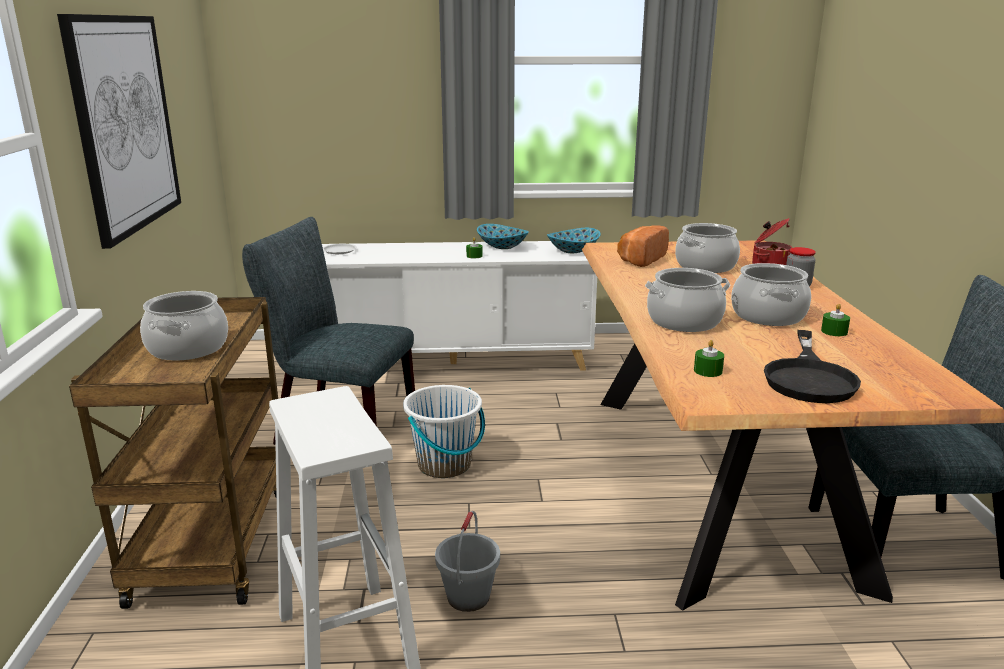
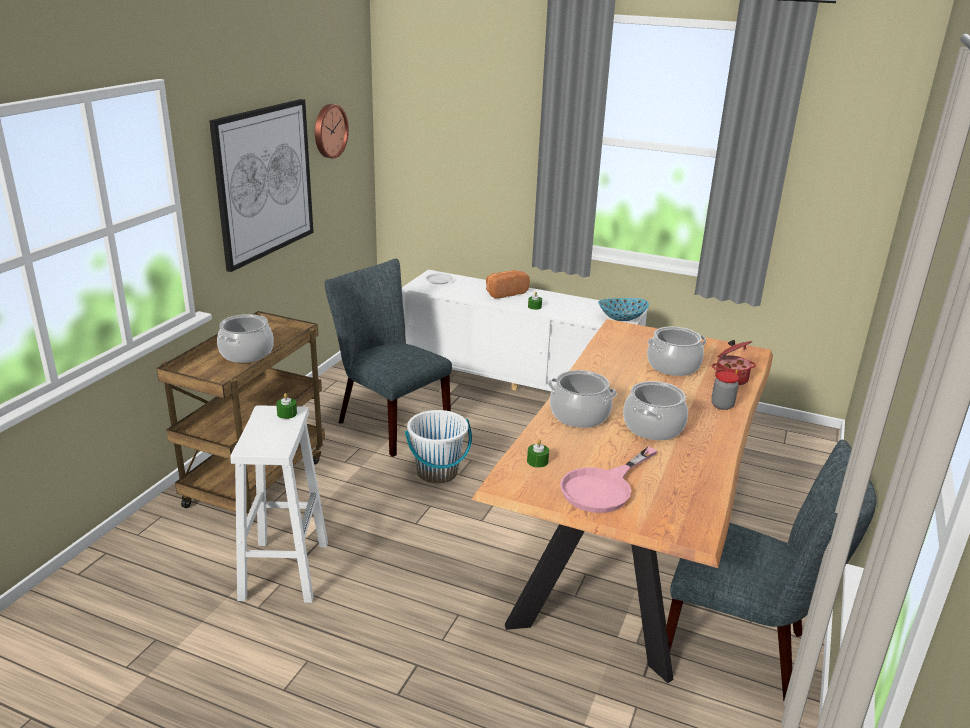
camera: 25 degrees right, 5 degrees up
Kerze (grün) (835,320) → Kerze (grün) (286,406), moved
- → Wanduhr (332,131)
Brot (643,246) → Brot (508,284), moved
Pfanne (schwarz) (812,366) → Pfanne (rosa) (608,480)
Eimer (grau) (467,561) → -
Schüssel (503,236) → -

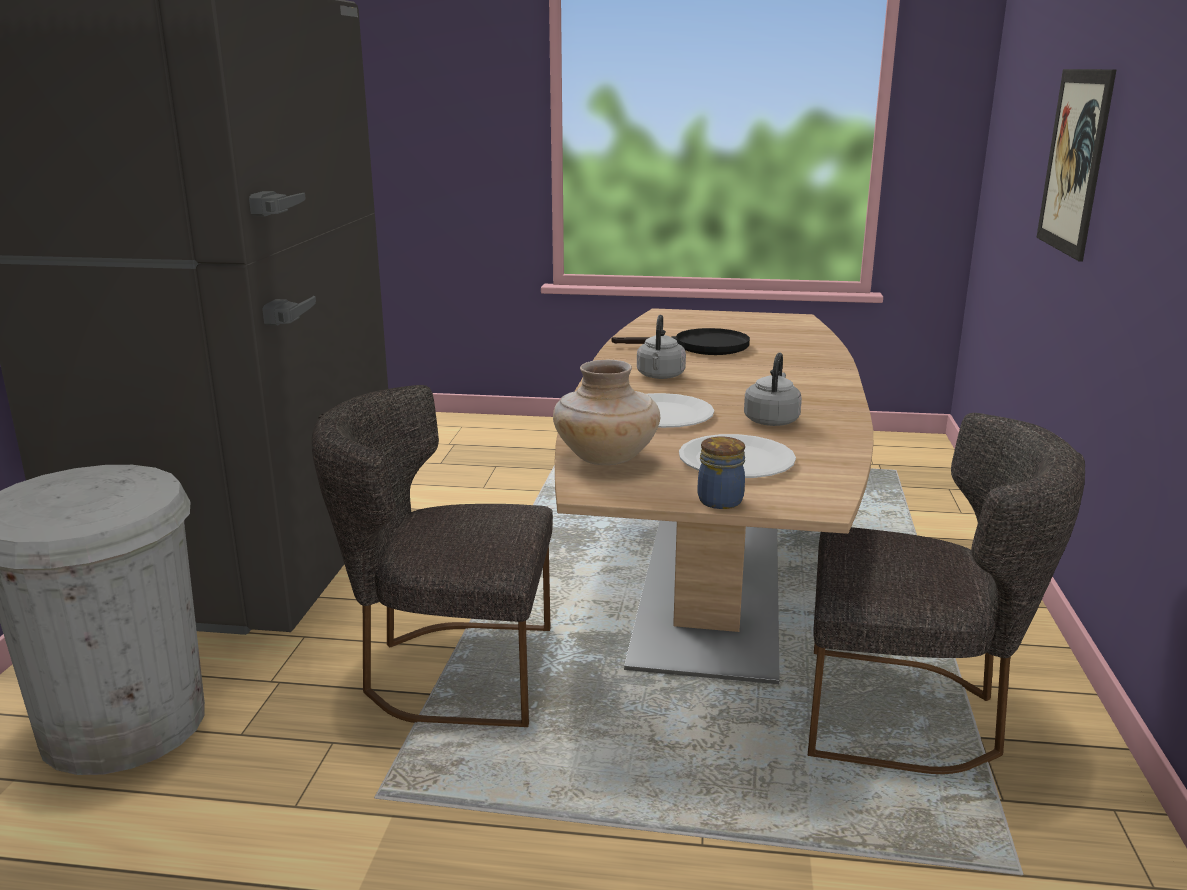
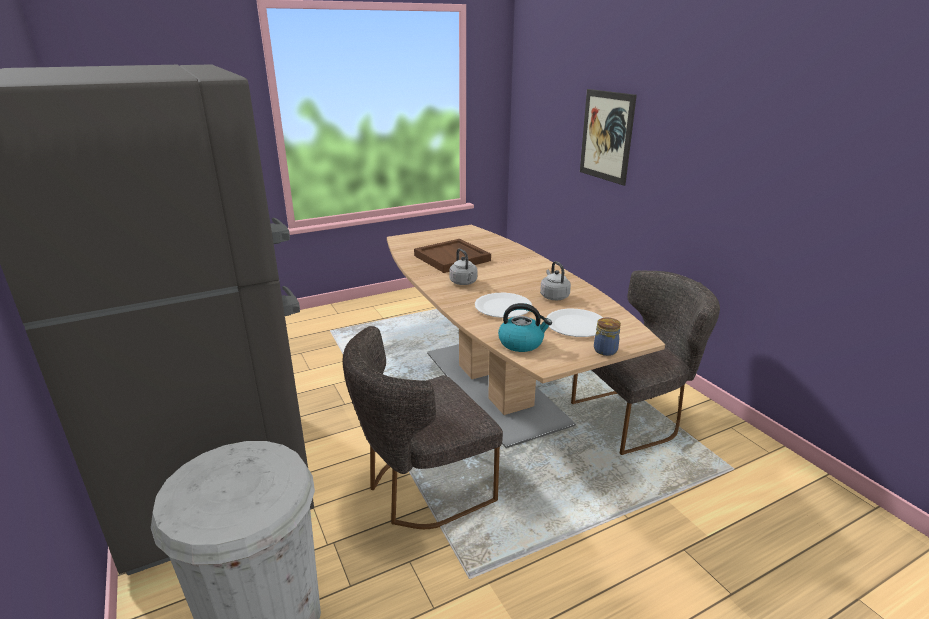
camera: 35 degrees left, 5 degrees up
Pfanne (schwarz) (681,341) → Tablett (braun) (452,256)
Vase (beige) (606,412) → Wasserkessel (525,327)

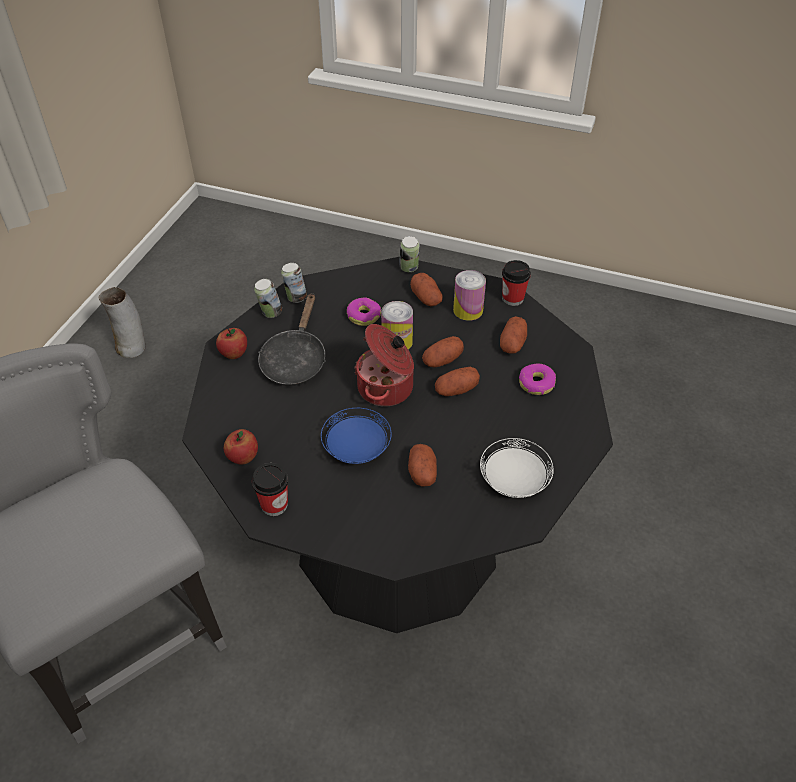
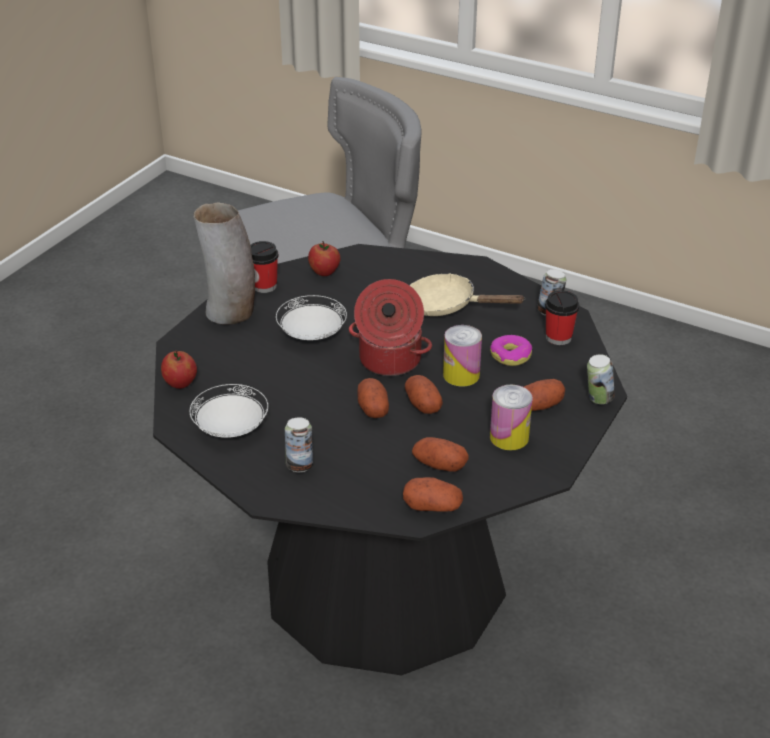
camera: 100 degrees right, 10 degrees down
Apfel (231,343) → Apfel (179,369), moved
Vase (121,322) → Vase (224,263), moved
Teller (blau) (356,436) → Teller (weiß) (311,317)
Dose (268,298) → Dose (299,445), moved
Kartoffel (422,465) → Kartoffel (433,494), moved
Pfanne (schwarz) (292,339) → Pfanne (beige) (468,294)
Tasse (516,283) → Tasse (562,317), moved
Donut (537,379) → -

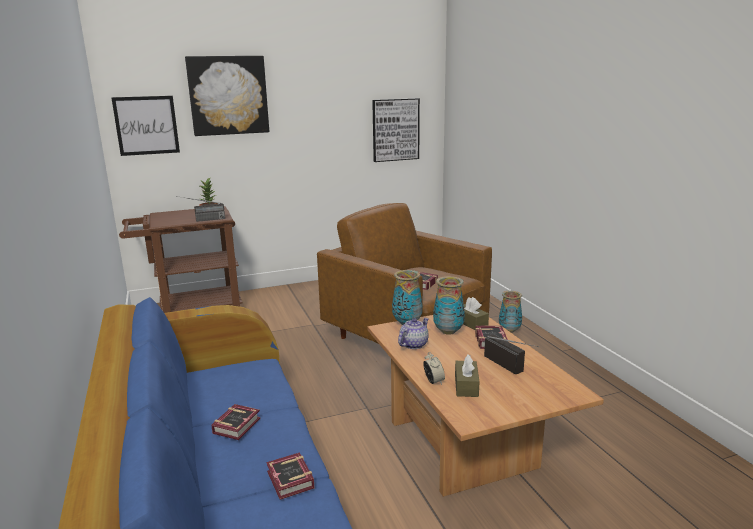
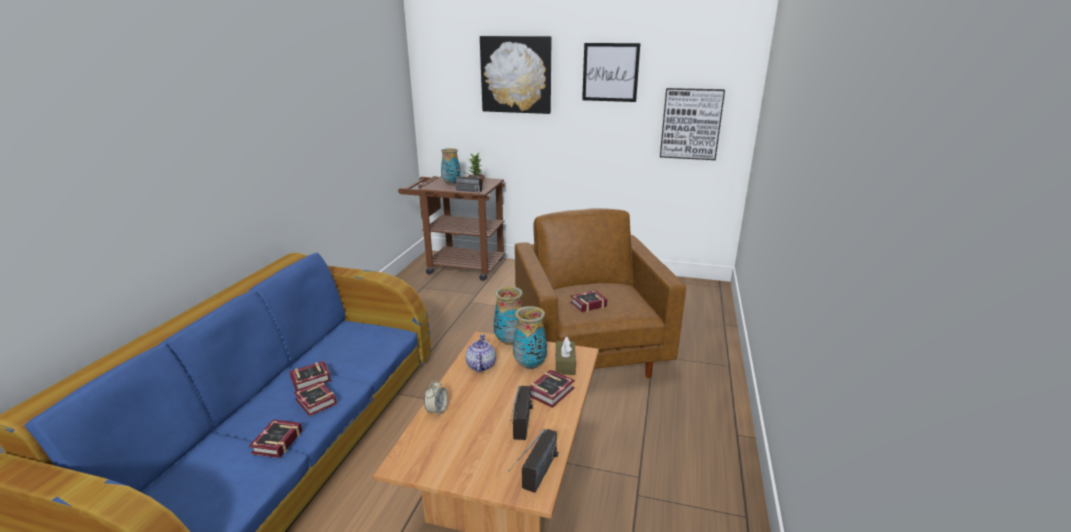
camera: 35 degrees right, 5 degrees up
- → Buch (315,399)
Vase (510,312) → Vase (451,166), moved
Teekanne (413,333) → Teekanne (480,353), 75 degrees counterclockwise
- → Radio (533,461)
Bild (145,126) → Bild (611,72), moved
Taschentuchbox (braun) (467,376) → -

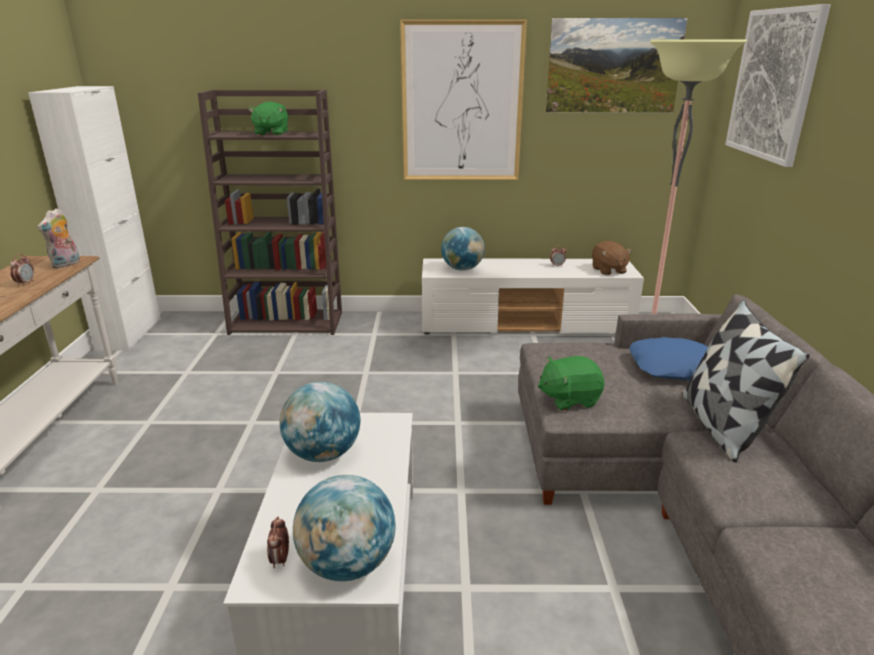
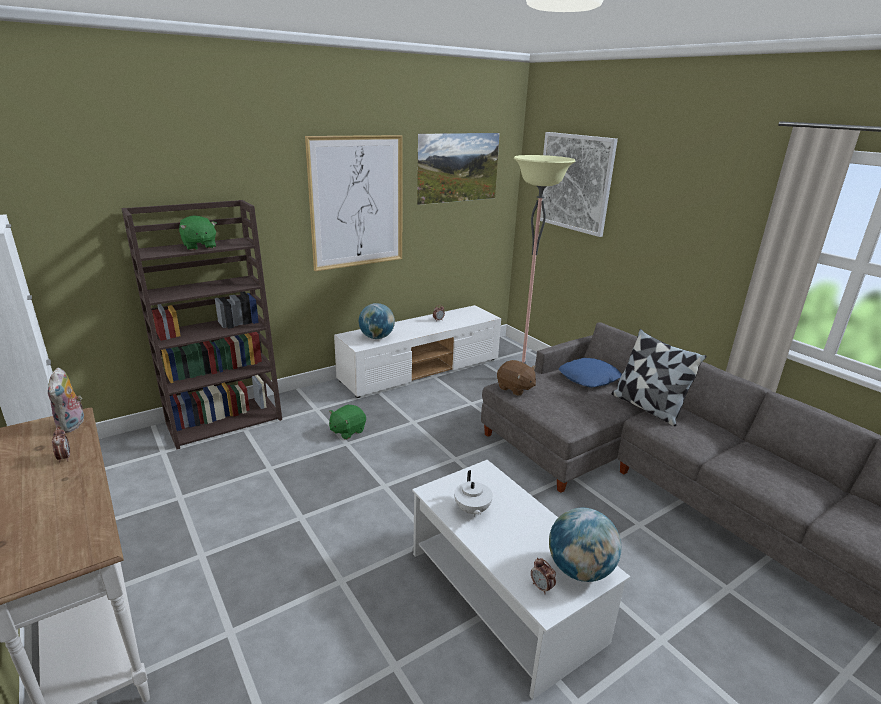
camera: 35 degrees left, 0 degrees up
Plüschtier (grün) (571,383) → Plüschtier (grün) (347,422), moved
Globus (320,422) → Teekanne (weiß) (473,493)
Plüschtier (braun) (612,258) → Plüschtier (braun) (516,378), moved

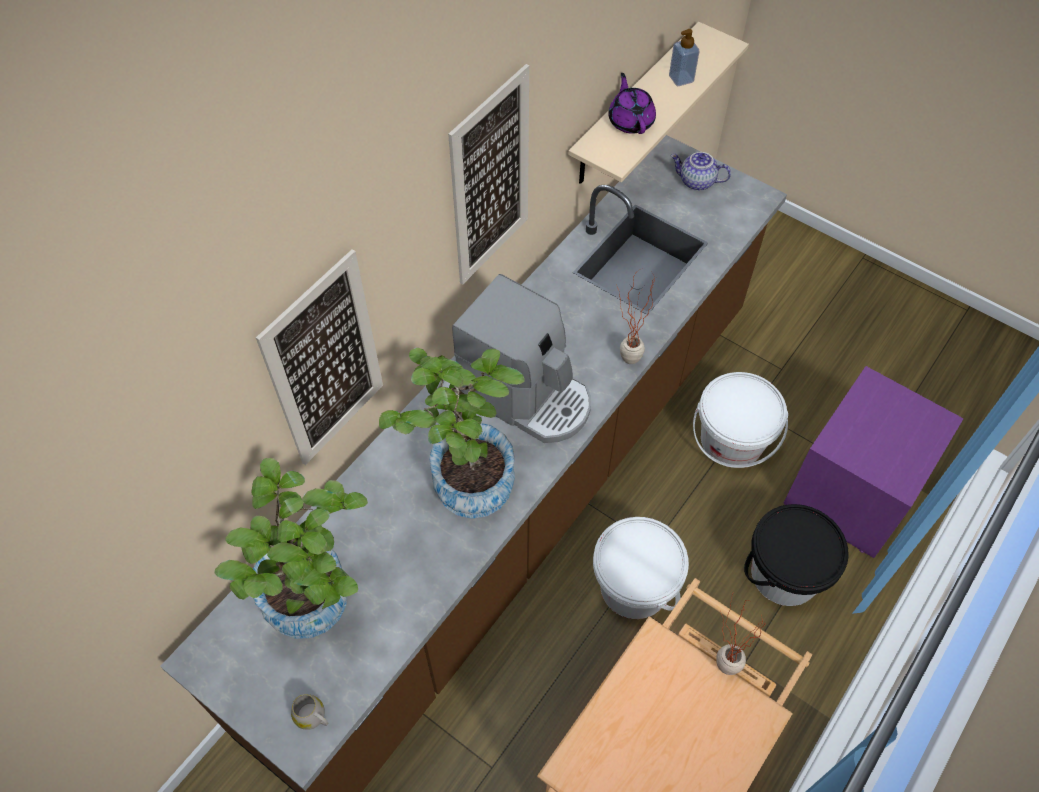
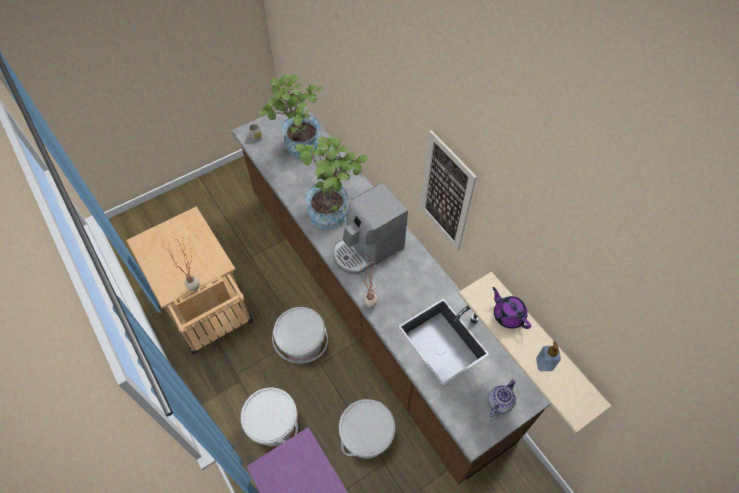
camera: 110 degrees right, 0 degrees up
Eimer (schwarz) (796,555) → Eimer (weiß) (269,417)
Teekanne (lila) (632,103) → Teekanne (lila) (511,308), 135 degrees counterclockwise
Bild (319,357) → -

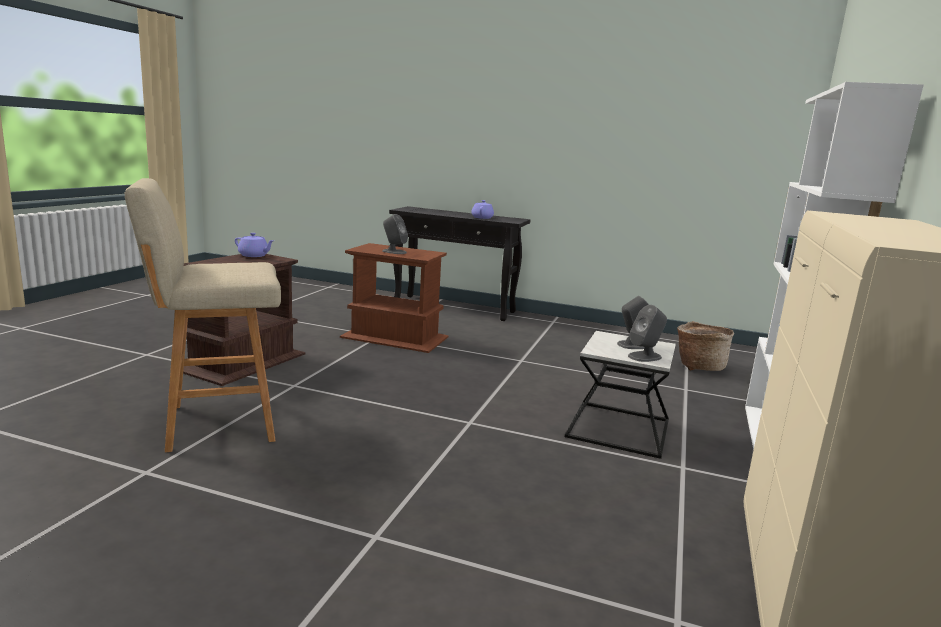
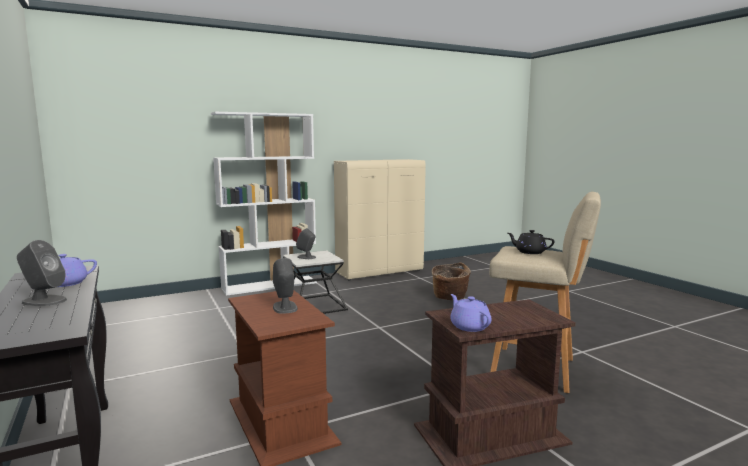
camera: 135 degrees left, 5 degrees down
Lautsprecher (grau) (647,333) → Lautsprecher (grau) (42,273), moved
Korb (705,346) → Korb (451,281), moved
- → Teekanne (schwarz) (531,242)

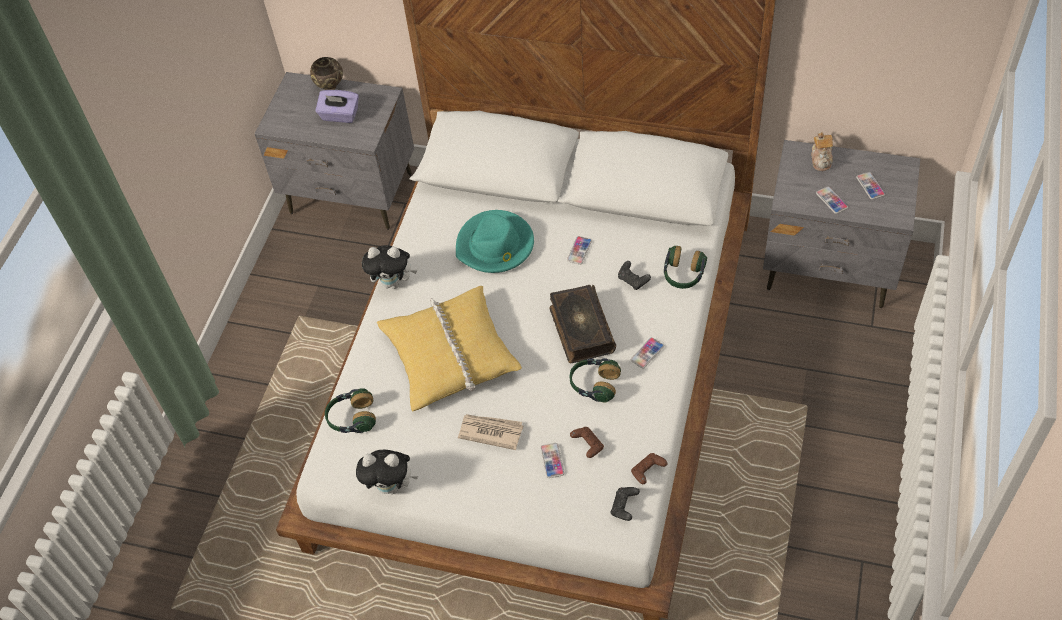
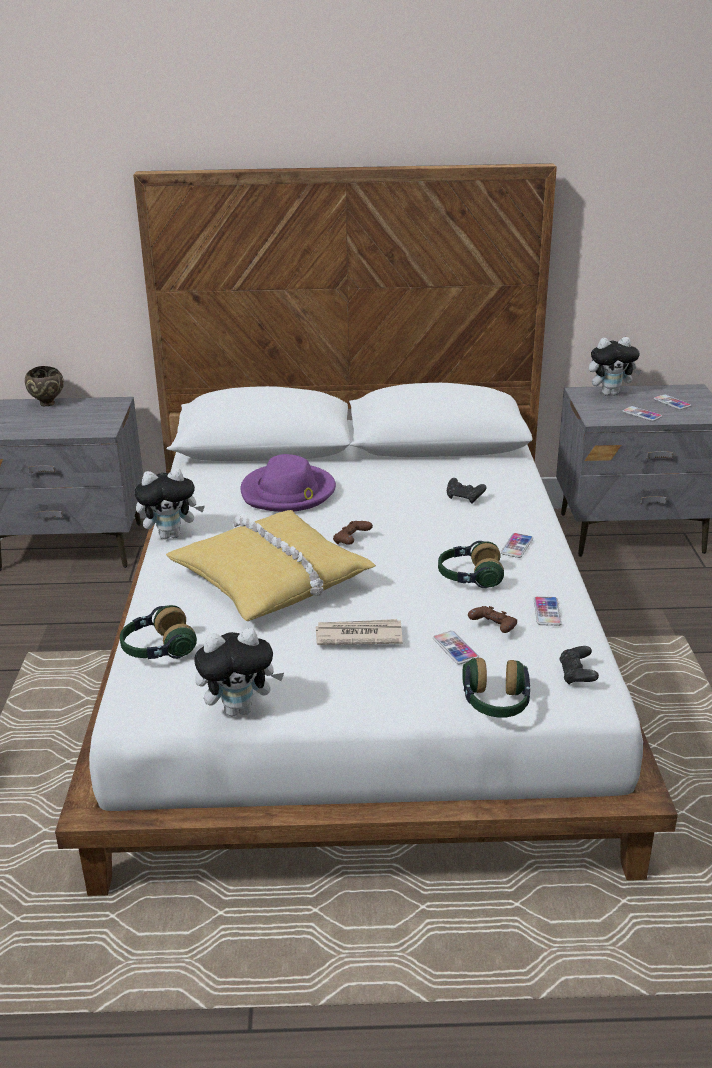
camera: 20 degrees left, 25 degrees down
Hut (türkis) (495,241) → Hut (lila) (288,483)
Gamepad (braun) (649,468) → Gamepad (braun) (353,533), moved
Kopfhörer (685,267) → Kopfhörer (496,687), moved
Handy (579,250) → Handy (548,611), moved
Teekanne (822,151) → Plüschtier (615,366)
Taschentuchbox (lila) (337,106) → -
Buch (582,324) → -

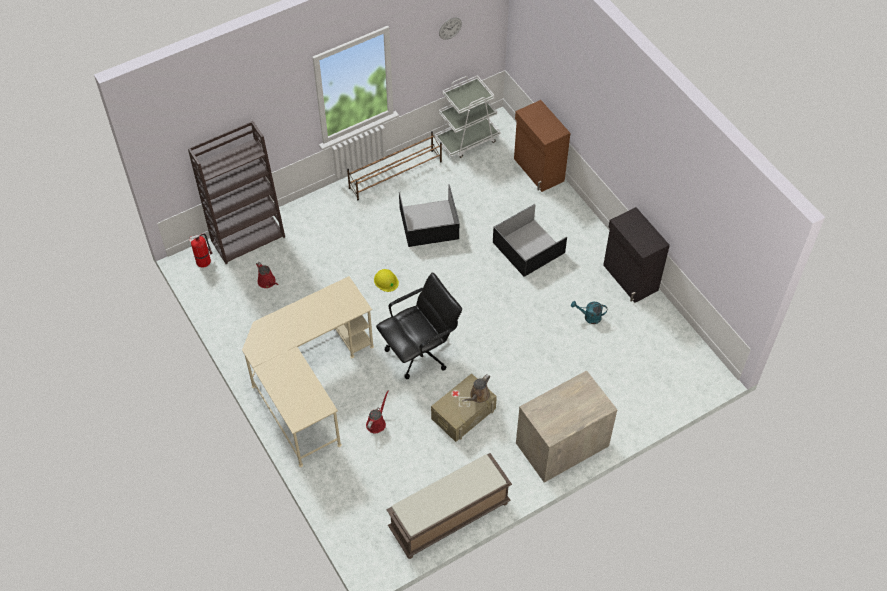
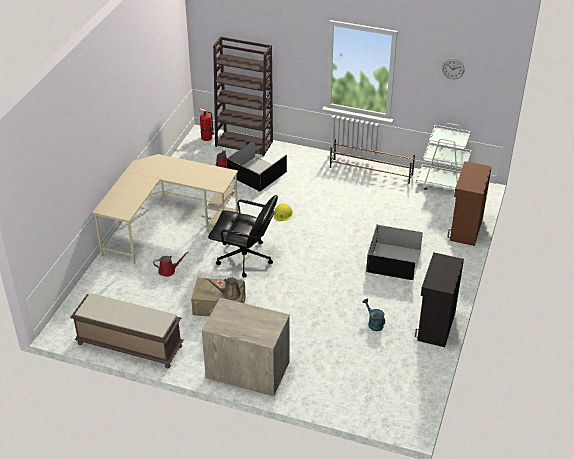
camera: 50 degrees right, 15 degrees down
Aufbewahrungsbox (schwarz) (429,215) → Aufbewahrungsbox (schwarz) (257,166), moved

